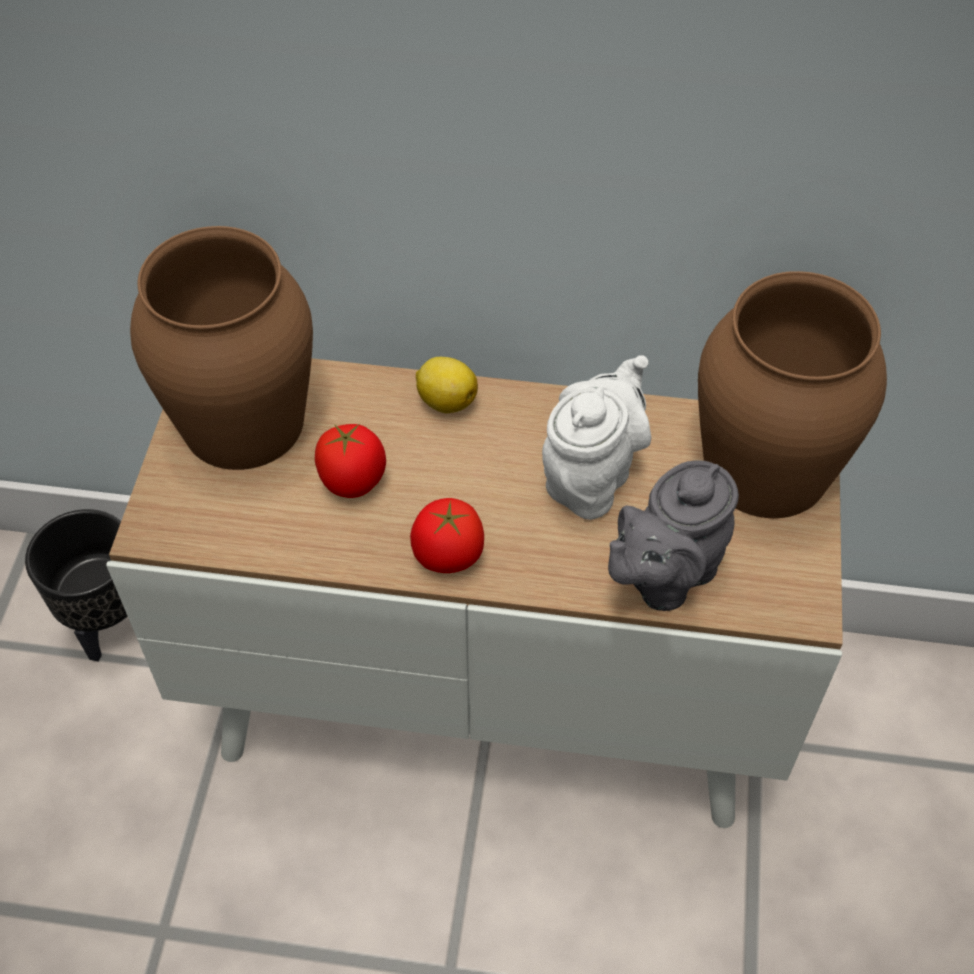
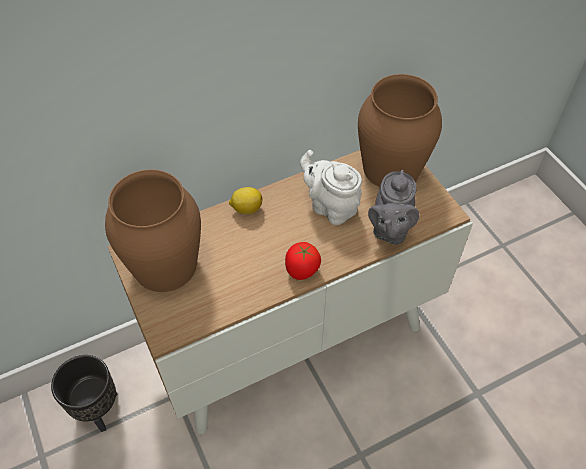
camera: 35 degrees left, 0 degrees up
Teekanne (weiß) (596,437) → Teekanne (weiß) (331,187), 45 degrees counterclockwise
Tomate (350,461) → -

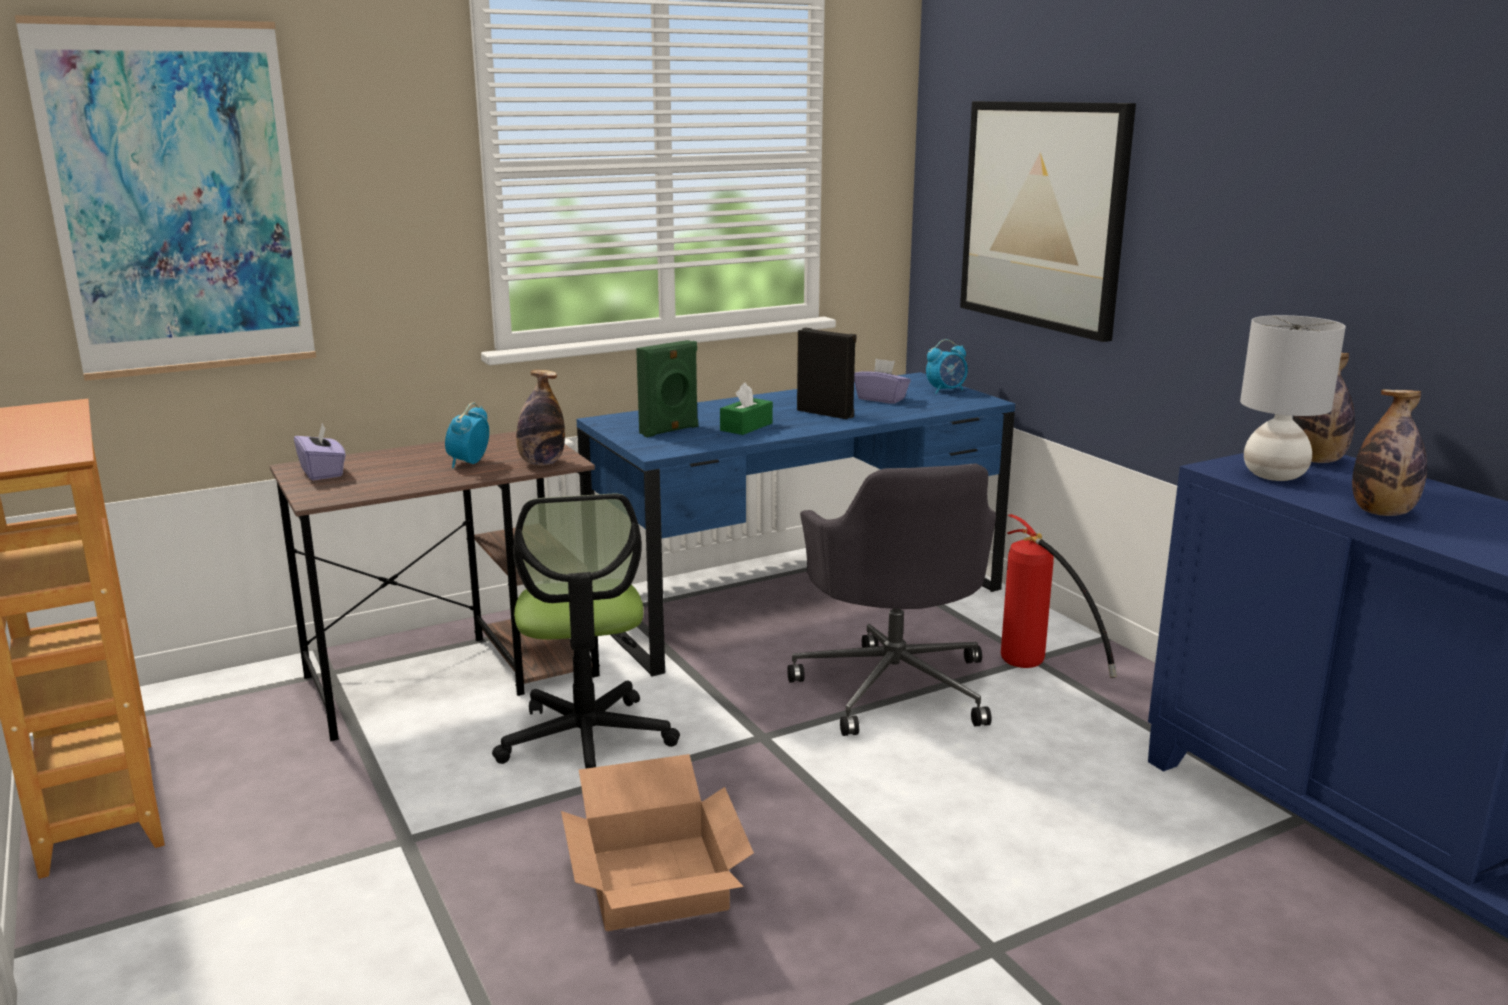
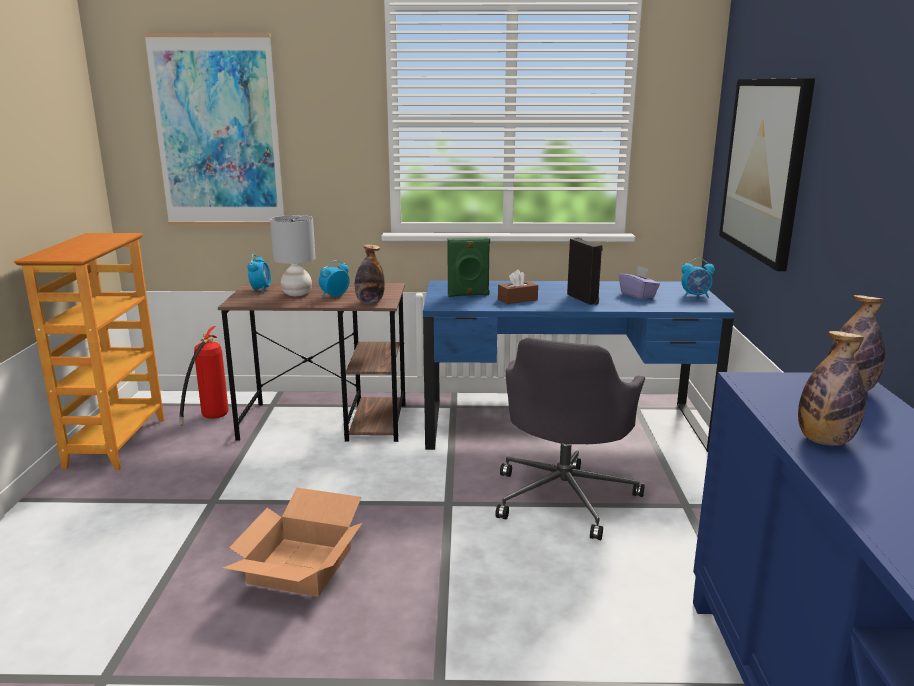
camera: 30 degrees right, 0 degrees up
Feuerlöscher (1059,596) → Feuerlöscher (204,375), moved
Taschentuchbox (lila) (320,452) → Wecker (259,273)
Tischlampe (grau) (1293,398) → Tischlampe (grau) (292,255), moved
Taschentuchbox (grün) (746,408) → Taschentuchbox (braun) (518,287)
Bürostuhl (586,631) → -

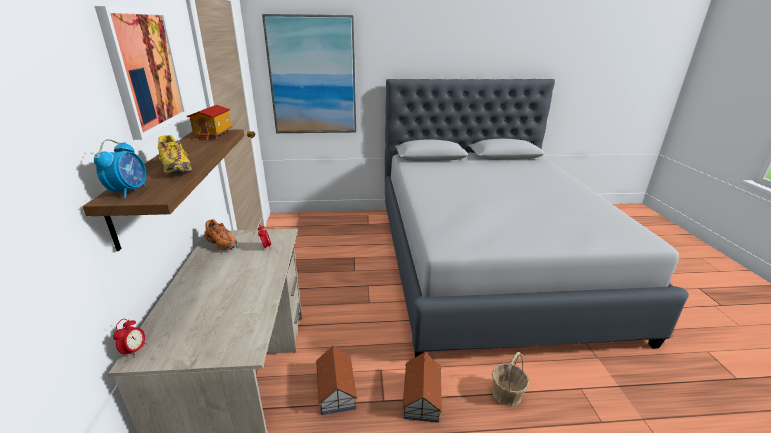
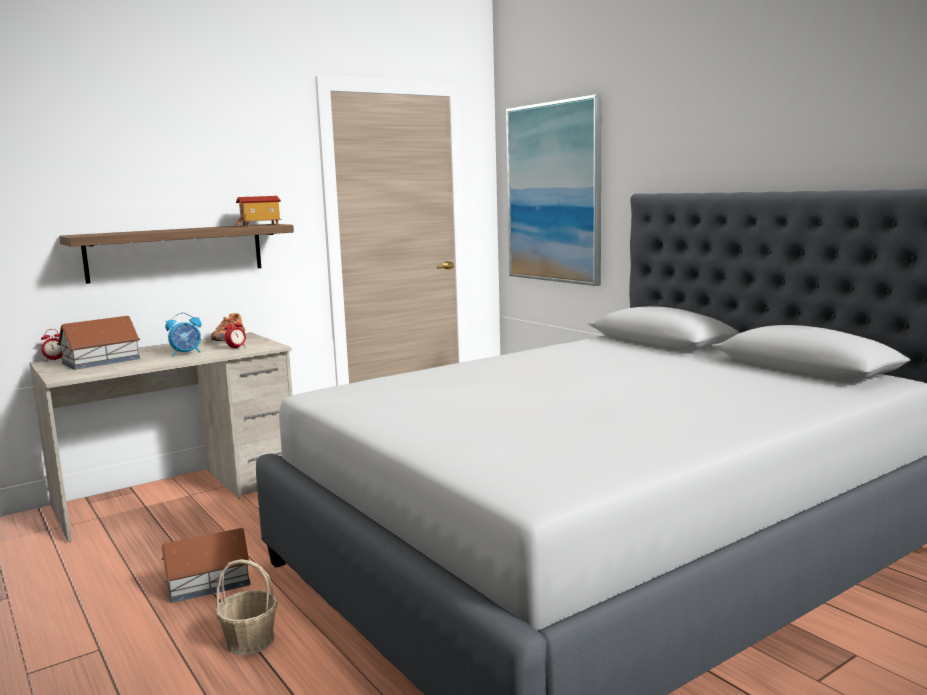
camera: 60 degrees right, 15 degrees down
Spielzeughaus (337,380) → Spielzeughaus (98,343), moved
Wecker (120,169) → Wecker (183,334), moved
Bild (141,73) → -
Schuh (gelb) (175,154) → -

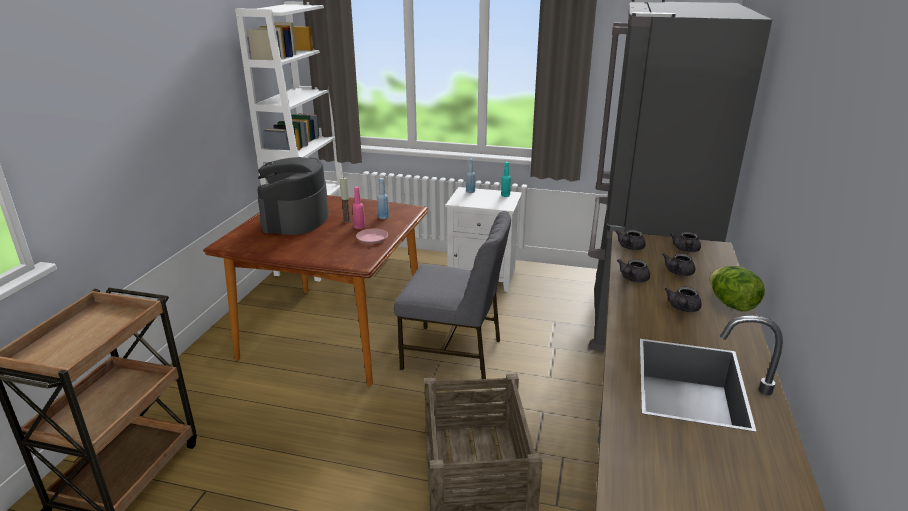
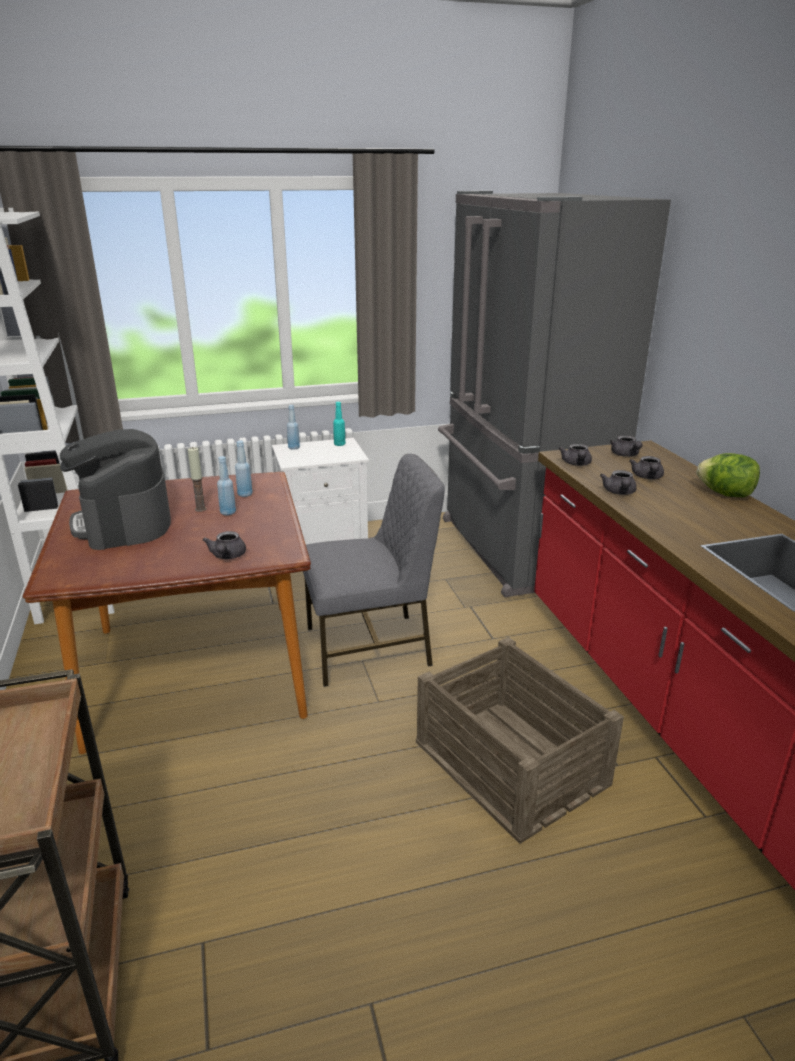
camera: 30 degrees left, 0 degrees up
Teekanne (grau) (683,299) → Teekanne (grau) (224,545), moved
Flasche (rosa) (358,208) → Flasche (blau) (226,485)
Teller (rosa) (372,236) → -

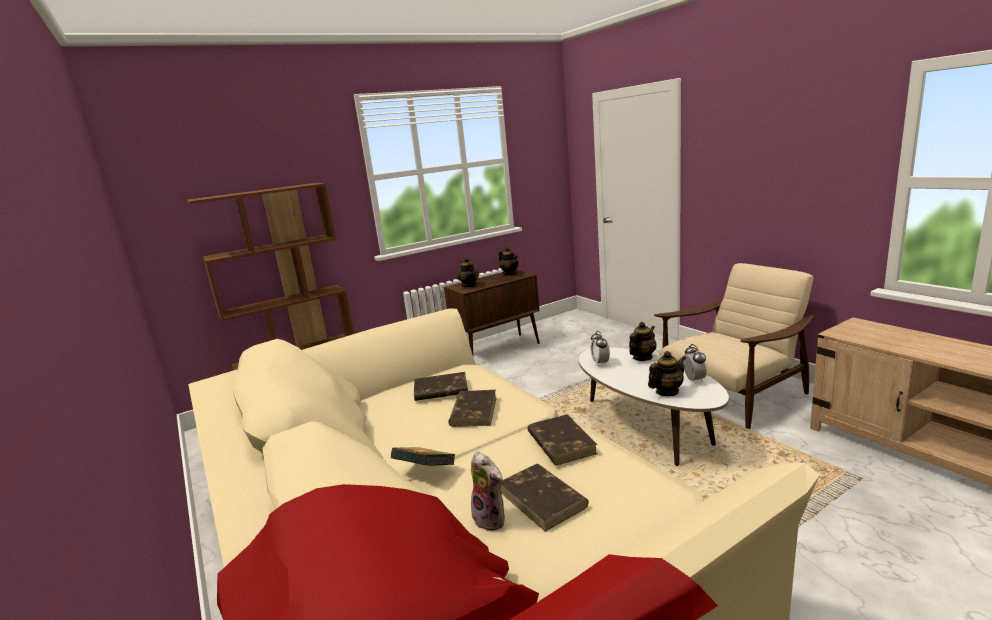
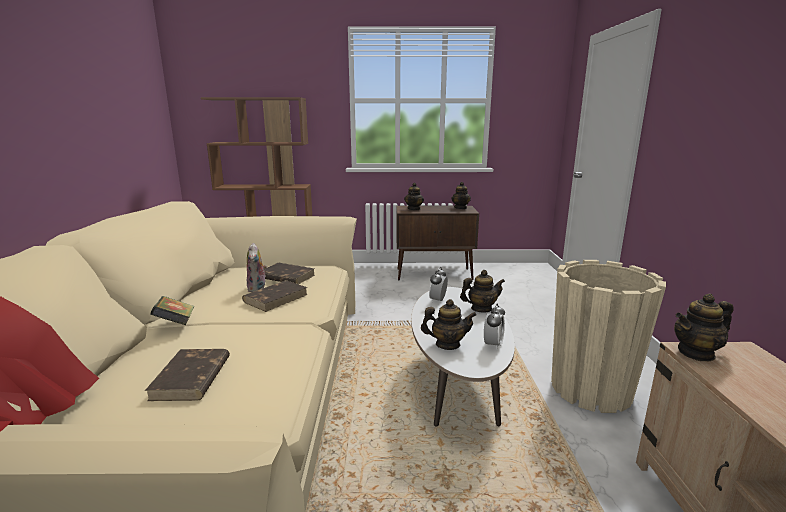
camera: 30 degrees right, 0 degrees up
Plüschtier (488,491) → Plüschtier (257,267), moved
Sessel (beige) (734,346) → Pflanzkübel (beige) (608,336)
- → Teekanne (703,327)
Buch (braun) (563,439) → -

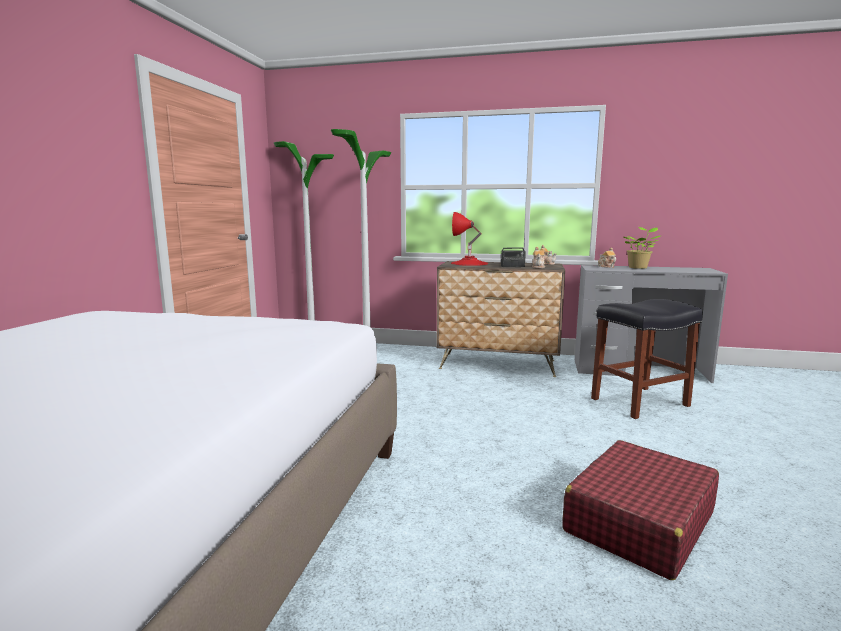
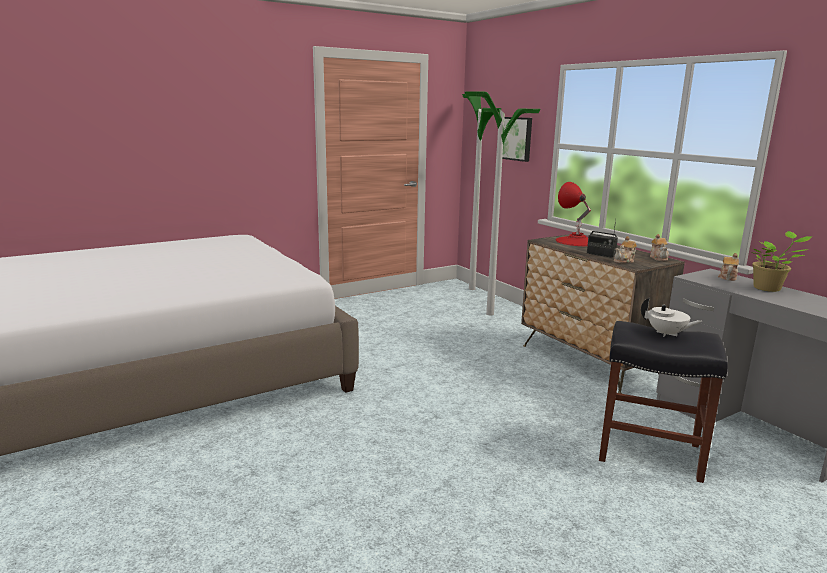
camera: 45 degrees right, 5 degrees up
- → Bild (517,139)
- → Teekanne (weiß) (671,317)
Koffer (rot) (641,510) → -

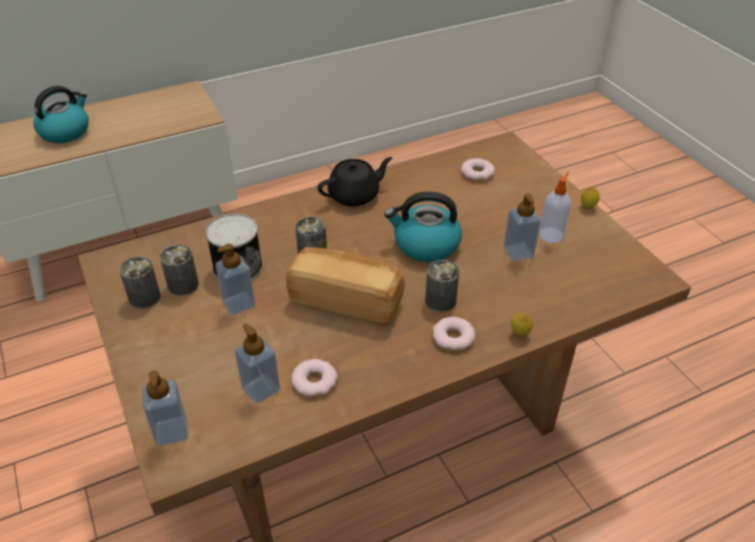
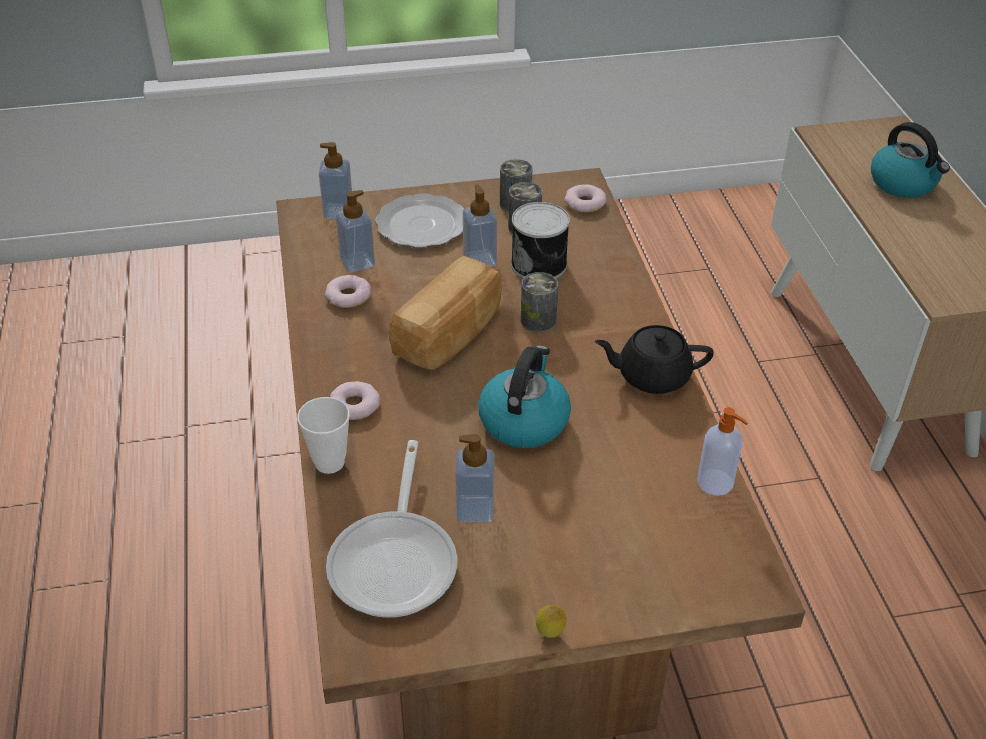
camera: 105 degrees right, 0 degrees up
Zitrone (522,324) → Tasse (323,435)
- → Pfanne (391,529)
- → Teller (419,220)
Donut (478,169) → Donut (585,198), moved
Teekanne (schwarz) (354,182) → Teekanne (schwarz) (654,359), 105 degrees clockwise
Seifenspender (555,207) → Seifenspender (722,451), moved
Dose (442,286) → -

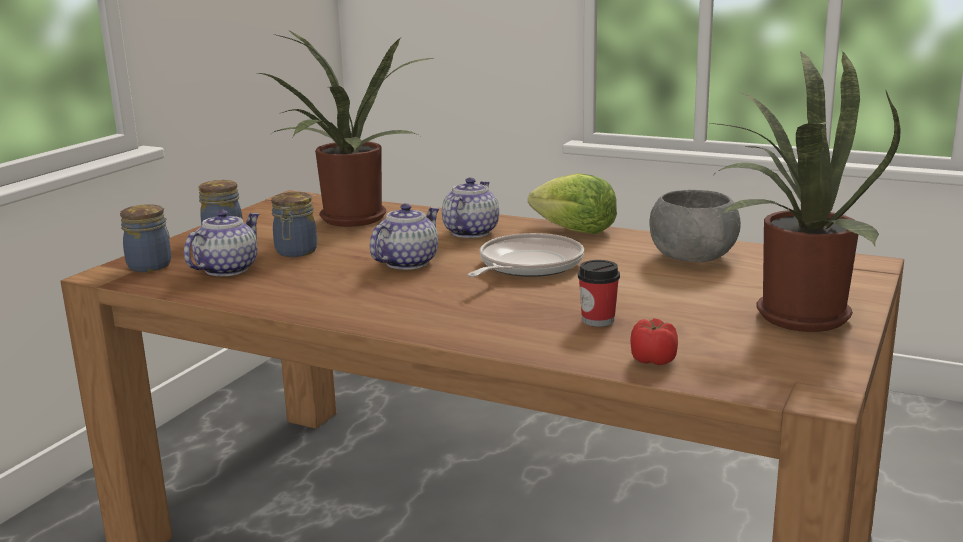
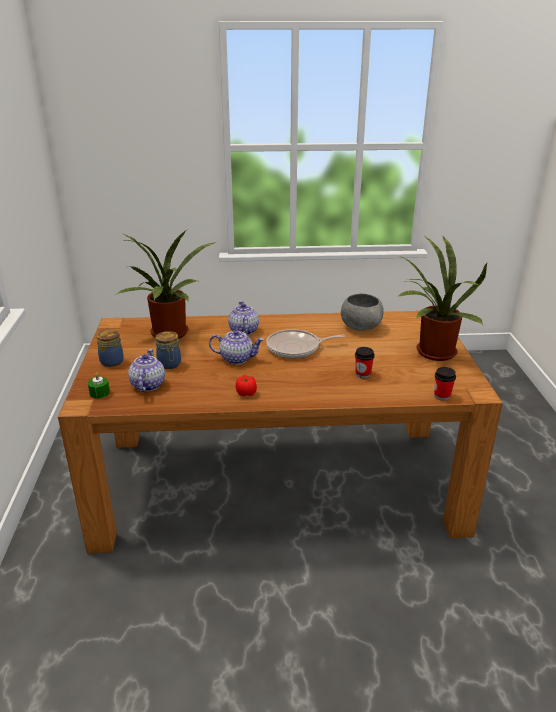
camera: 30 degrees left, 10 degrees up
Vorratsglas (145,238) → Kerze (grün) (99,385)
Teekanne (405,236) → Teekanne (236,347), 90 degrees clockwise
Tomate (654,341) → Tomate (246,385), moved
Pfanne (525,255) → Pfanne (305,343), 105 degrees counterclockwise
- → Tasse (445,384)
Salatkopf (572,203) → -

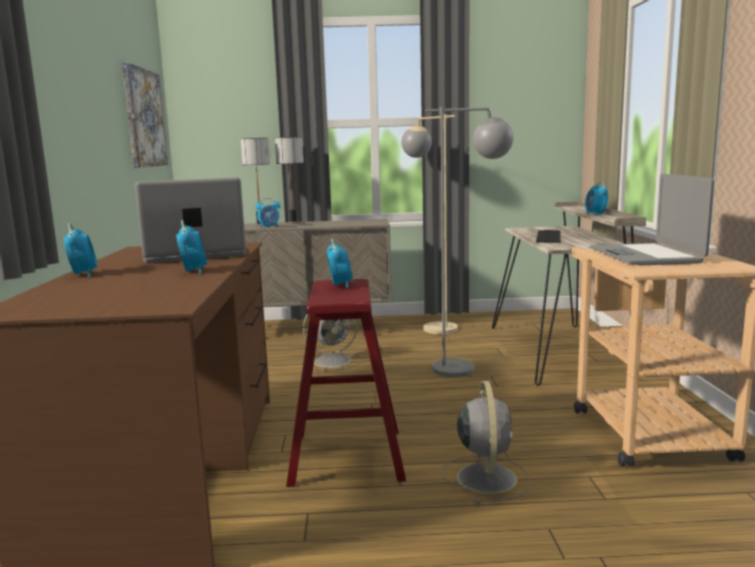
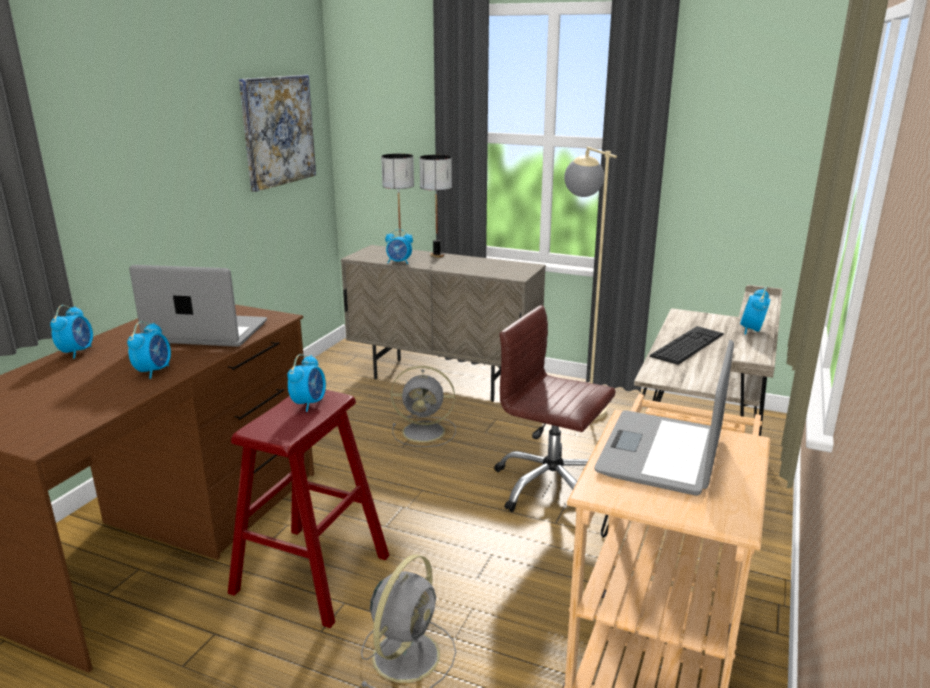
camera: 25 degrees right, 10 degrees up
Stehlampe (grau) (469,242) → Bürostuhl (braun) (554,408)

